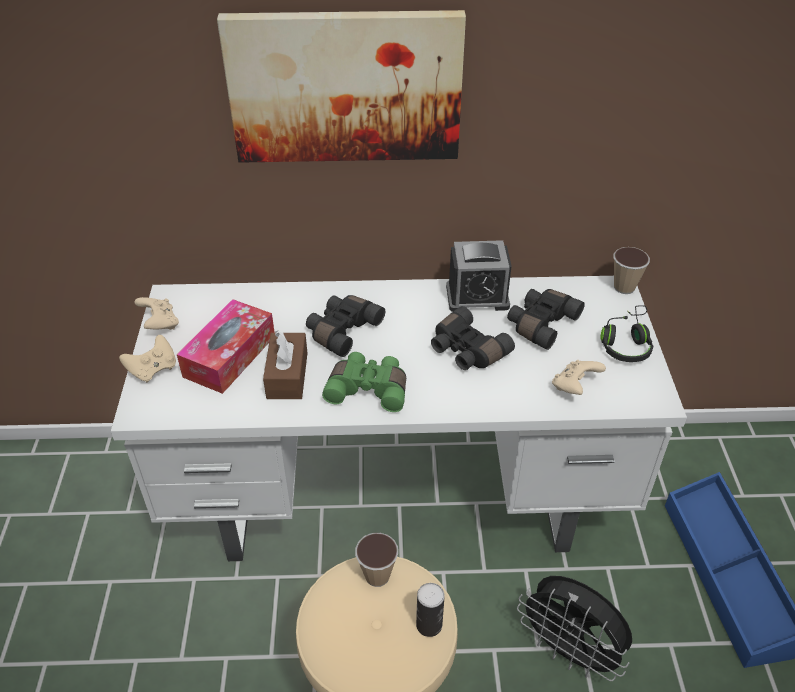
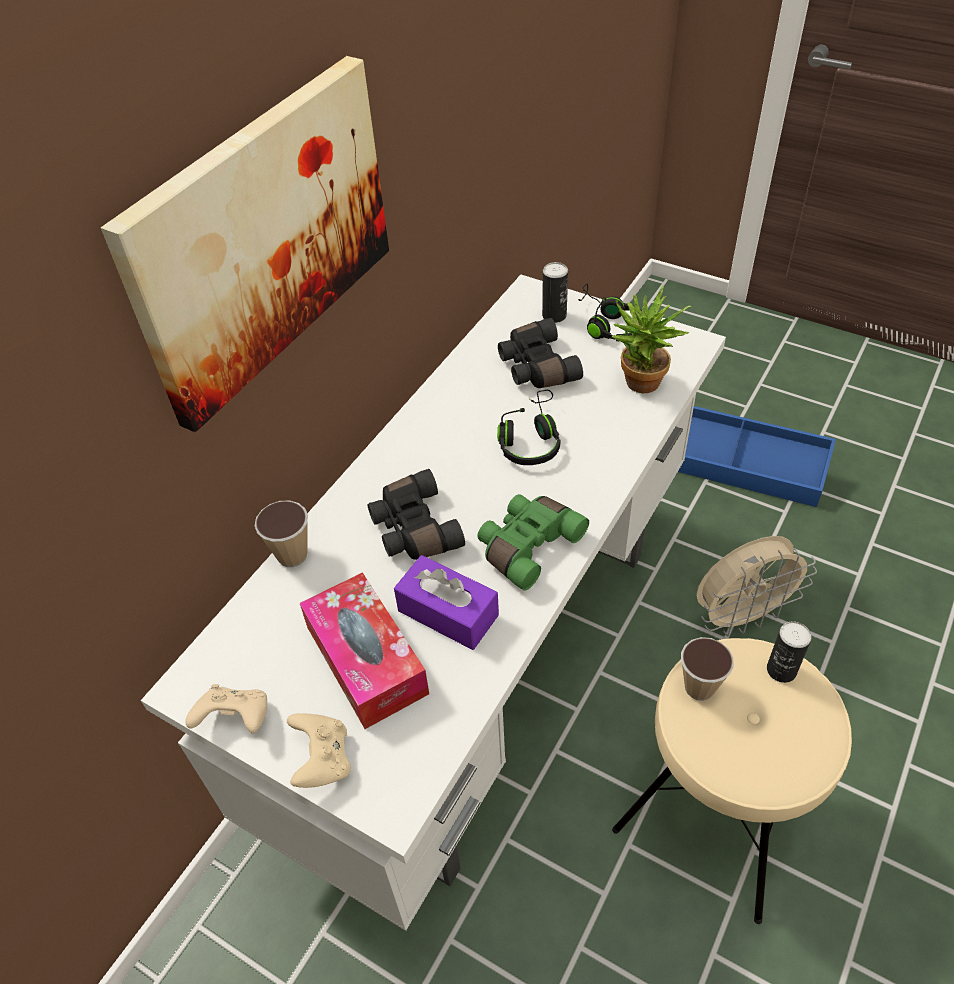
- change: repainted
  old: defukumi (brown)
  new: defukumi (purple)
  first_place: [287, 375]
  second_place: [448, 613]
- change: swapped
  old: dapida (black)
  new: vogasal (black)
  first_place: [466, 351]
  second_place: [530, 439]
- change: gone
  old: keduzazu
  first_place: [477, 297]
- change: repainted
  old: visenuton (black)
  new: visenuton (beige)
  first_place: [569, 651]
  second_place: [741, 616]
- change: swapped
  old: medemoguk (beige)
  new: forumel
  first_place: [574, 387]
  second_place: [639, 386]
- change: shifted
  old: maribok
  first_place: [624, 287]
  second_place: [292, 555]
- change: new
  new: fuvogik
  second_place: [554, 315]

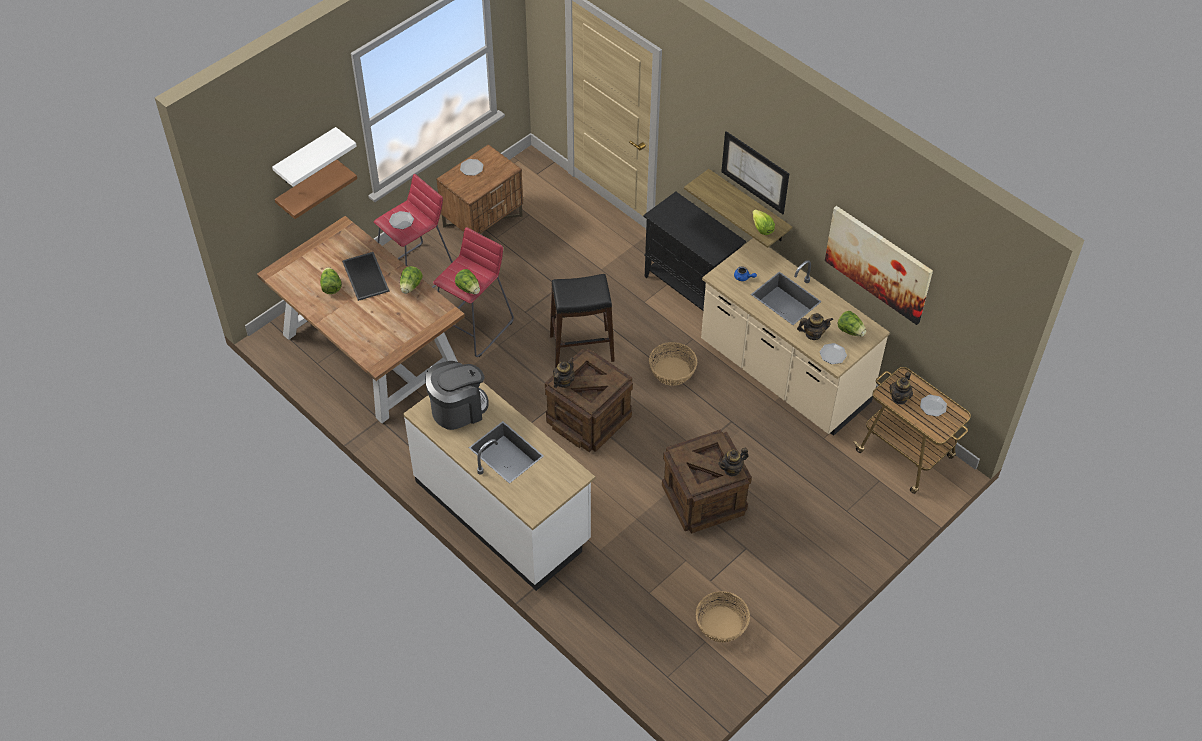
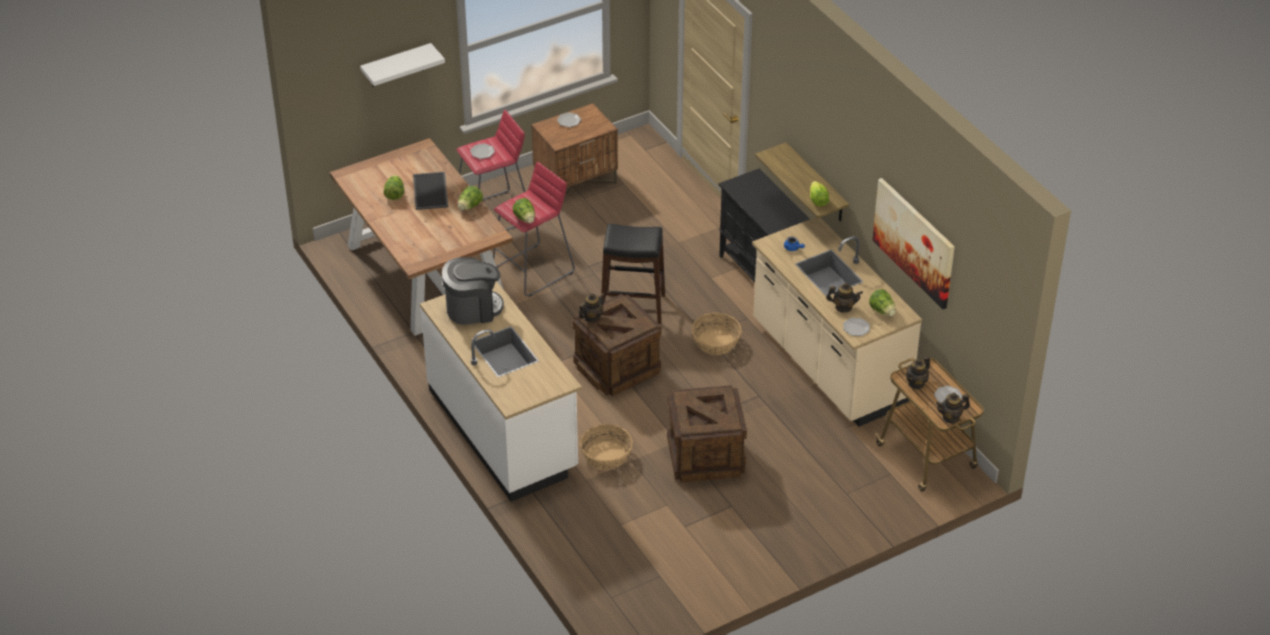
- change: gone
  old: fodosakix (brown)
  first_place: [308, 189]
- change: shifted
  old: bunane
  first_place: [721, 624]
  second_place: [606, 456]
- change: shifted
  old: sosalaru
  first_place: [732, 469]
  second_place: [951, 417]
- change: gone
  old: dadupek
  first_place: [755, 172]

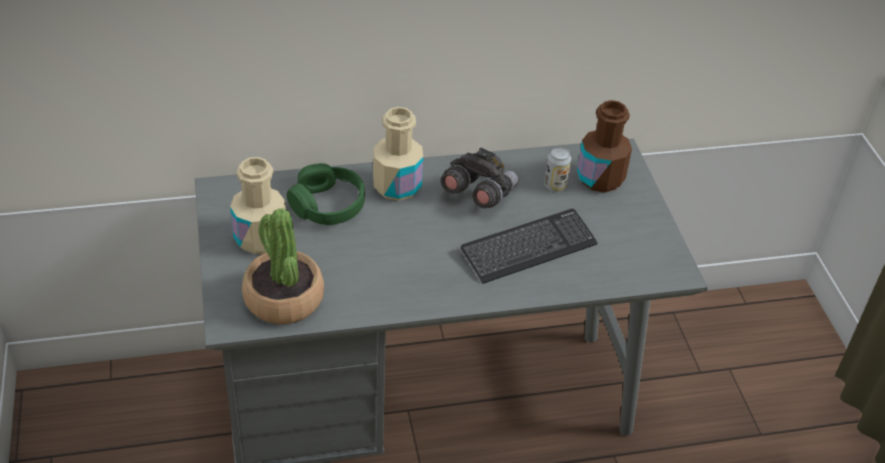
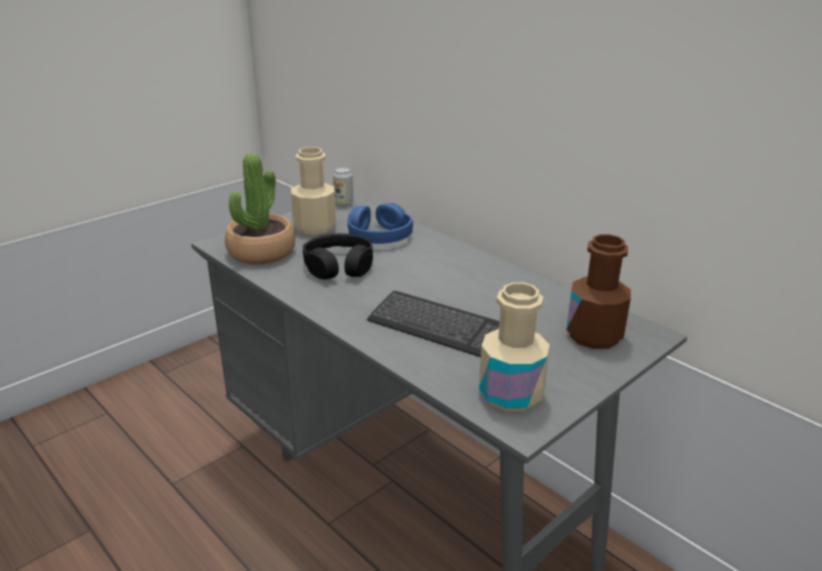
- change: repainted
  old: vogasal (green)
  new: vogasal (blue)
  first_place: [327, 205]
  second_place: [379, 236]
- change: shifted
  old: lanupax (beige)
  first_place: [397, 186]
  second_place: [511, 394]
- change: gone
  old: dapida (grey)
  first_place: [478, 194]
- change: shifted
  old: fuvogik
  first_place: [555, 186]
  second_place: [343, 203]
- change: new
  new: vogasal (black)
  second_place: [339, 266]

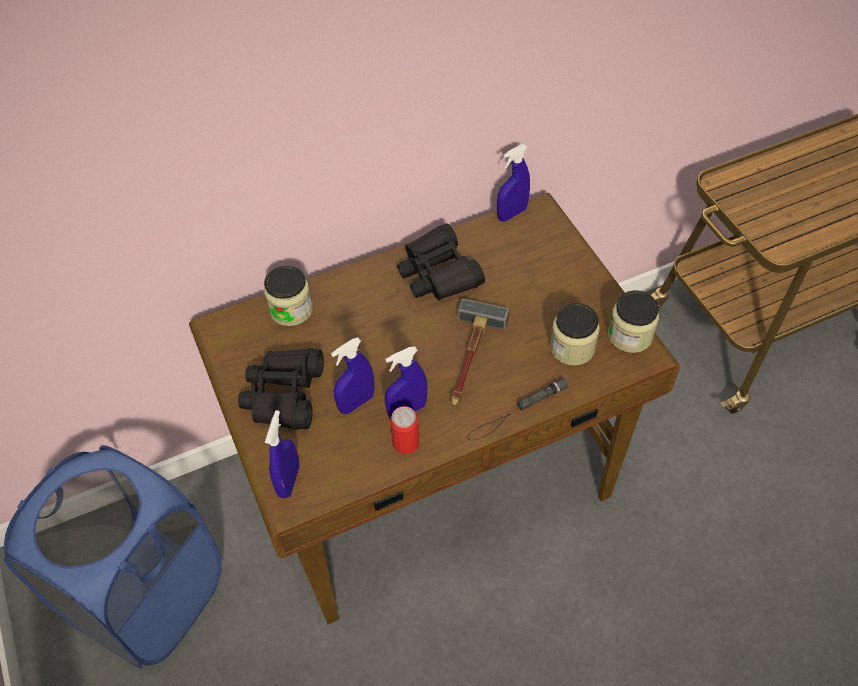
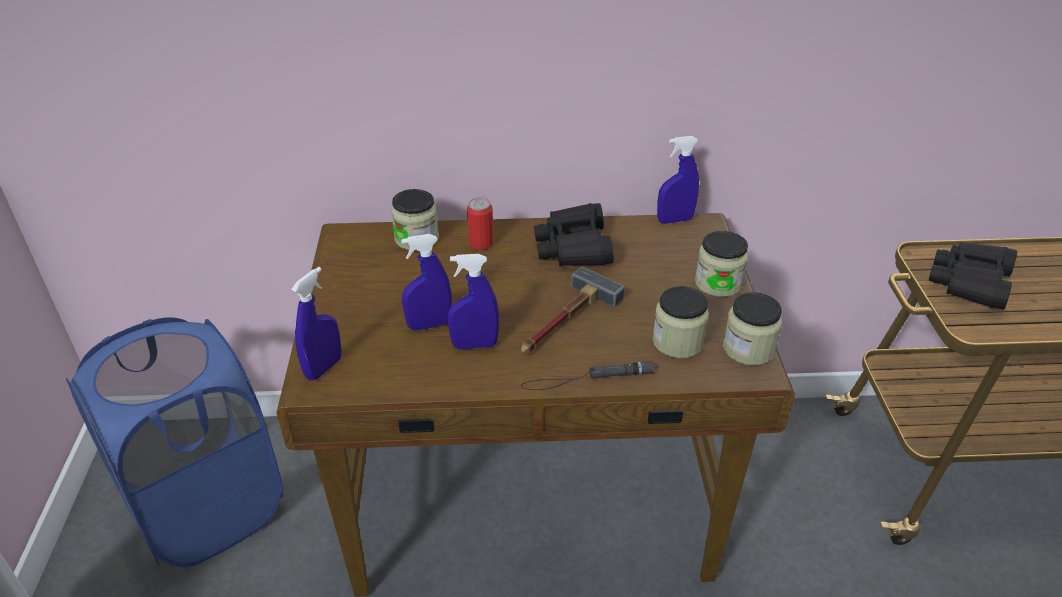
- change: shifted
  old: dapida (black)
  first_place: [284, 394]
  second_place: [970, 282]
- change: shifted
  old: fuvogik
  first_place: [406, 443]
  second_place: [481, 243]
- change: new
  new: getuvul
  second_place: [718, 283]

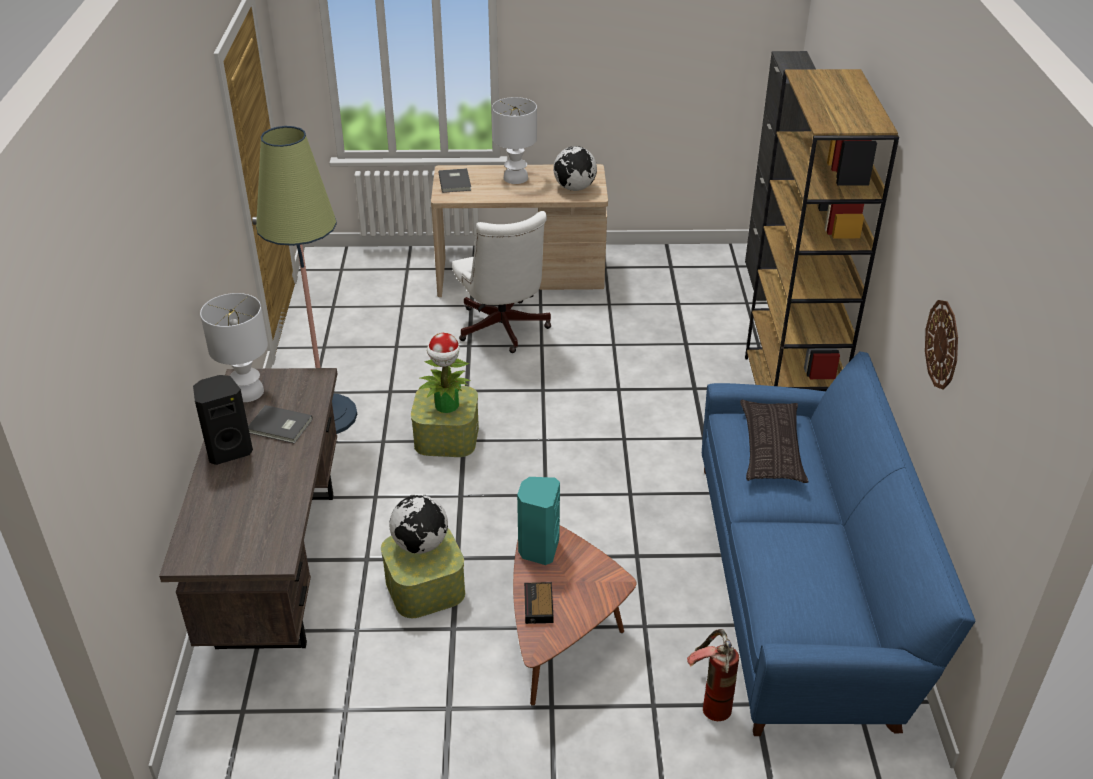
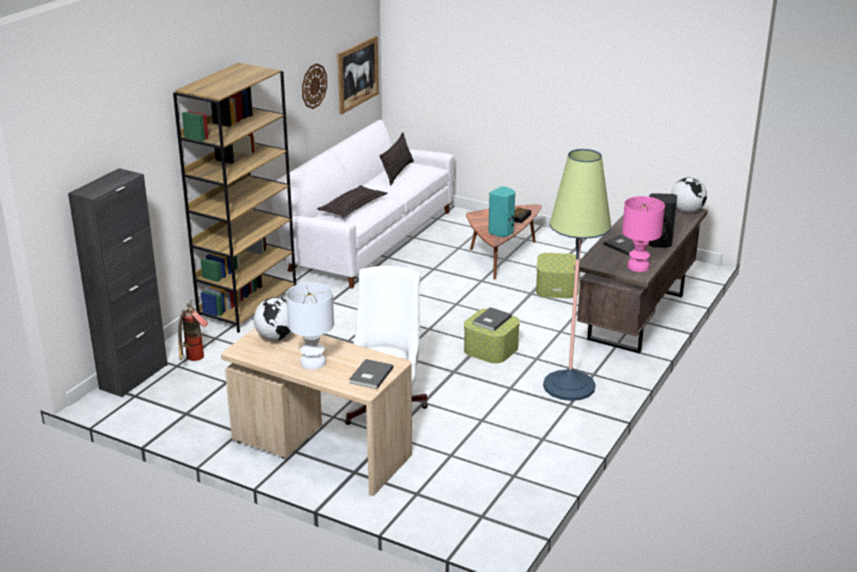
- change: repainted
  old: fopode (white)
  new: fopode (pink)
  first_place: [246, 392]
  second_place: [639, 267]
- change: shifted
  old: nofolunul
  first_place: [420, 545]
  second_place: [687, 211]
- change: swapped
  old: forumel
  new: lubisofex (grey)
  first_place: [447, 406]
  second_place: [491, 320]
- change: shifted
  old: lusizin
  first_place: [709, 701]
  second_place: [194, 360]
- change: repainted
  old: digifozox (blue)
  new: digifozox (white)
  first_place: [801, 586]
  second_place: [367, 239]
- change: new
  new: dadupek
  second_place: [357, 74]
- change: new
  new: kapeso
  second_place: [398, 172]

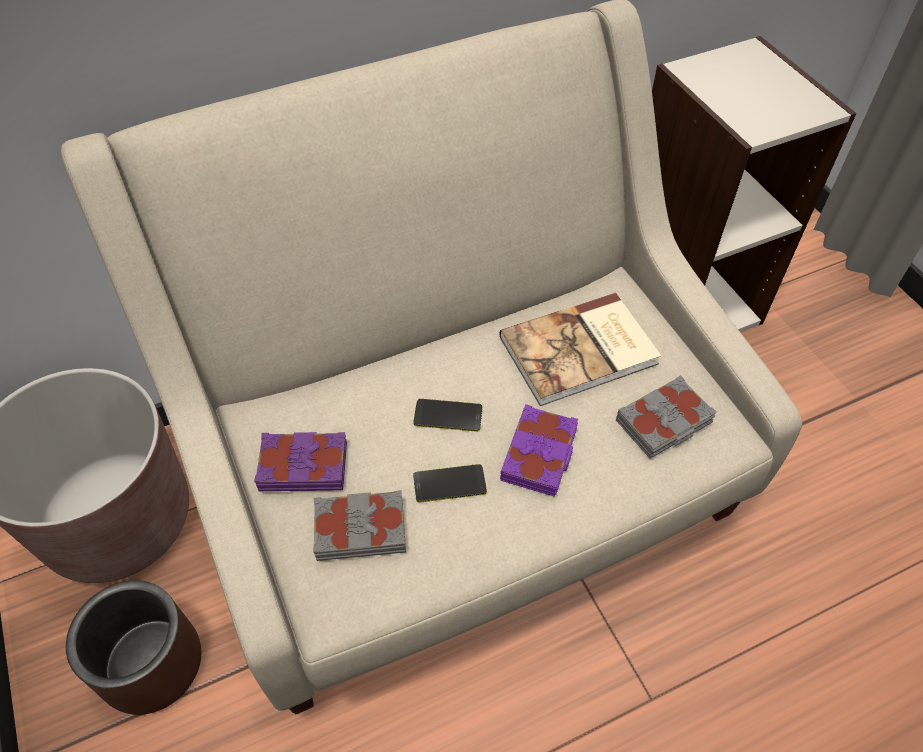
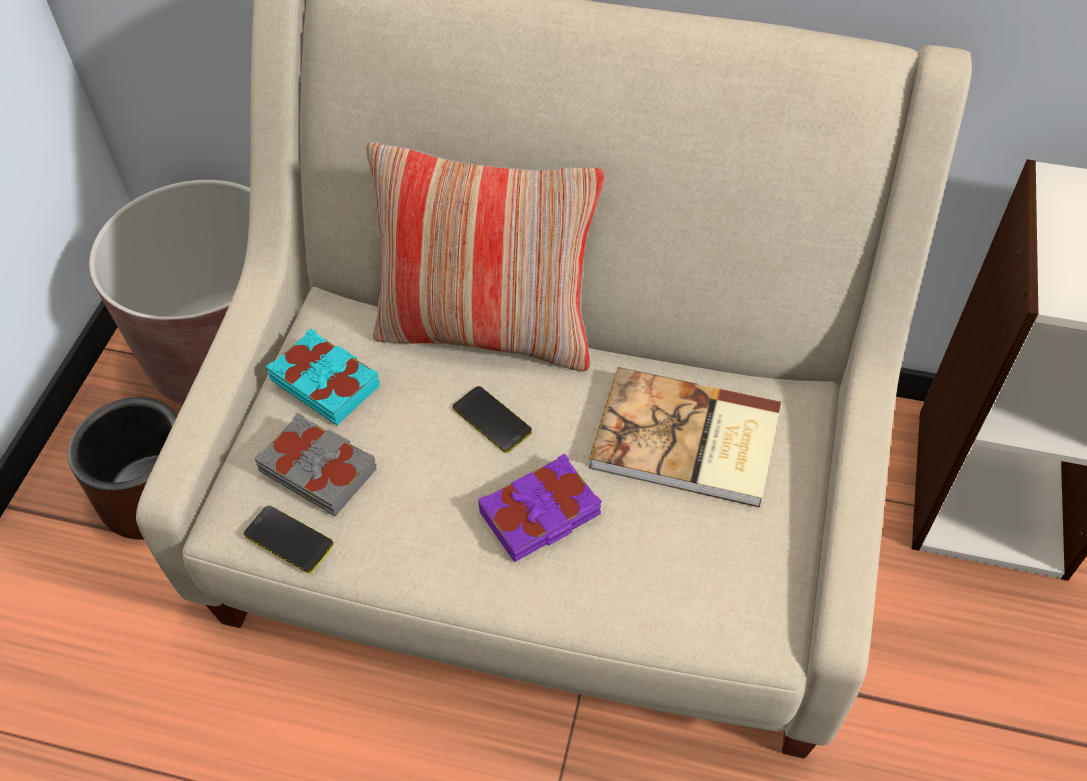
- change: repainted
  old: lubisofex (purple)
  new: lubisofex (turquoise)
  first_place: [303, 465]
  second_place: [326, 382]
- change: shifted
  old: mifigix
  first_place: [449, 484]
  second_place: [289, 539]
- change: gone
  old: lubisofex (grey)
  first_place: [664, 422]
- change: new
  new: kapeso
  second_place: [487, 331]

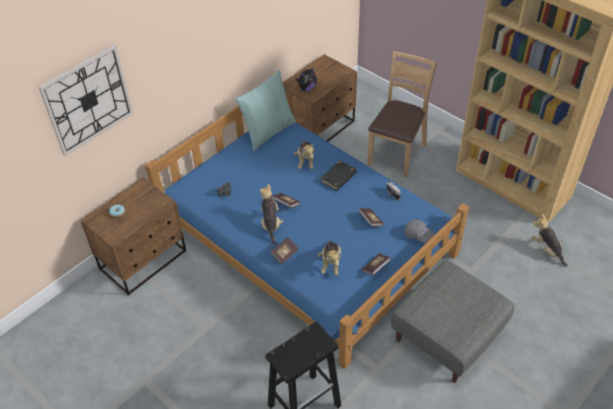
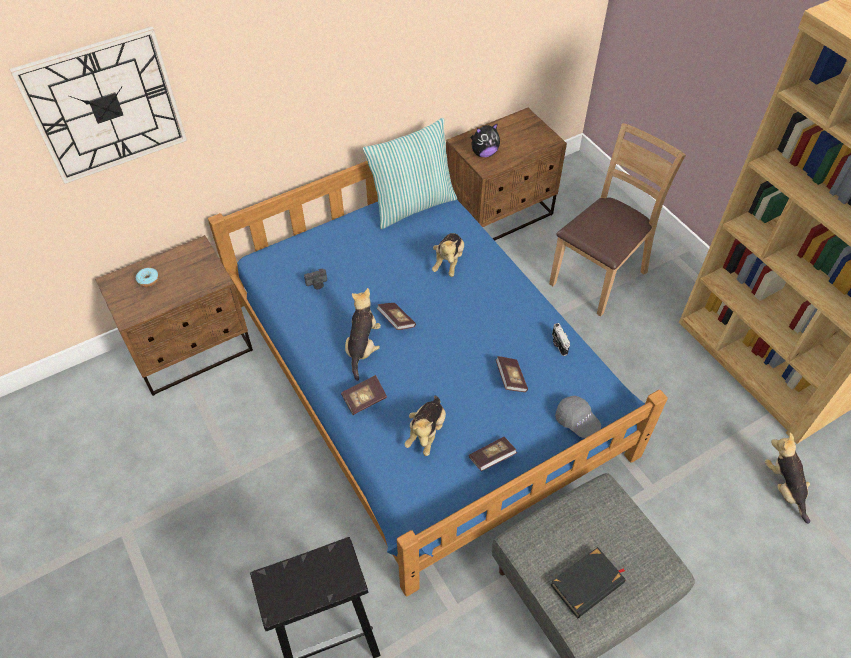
- change: shifted
  old: lubisofex (black)
  first_place: [338, 177]
  second_place: [587, 584]

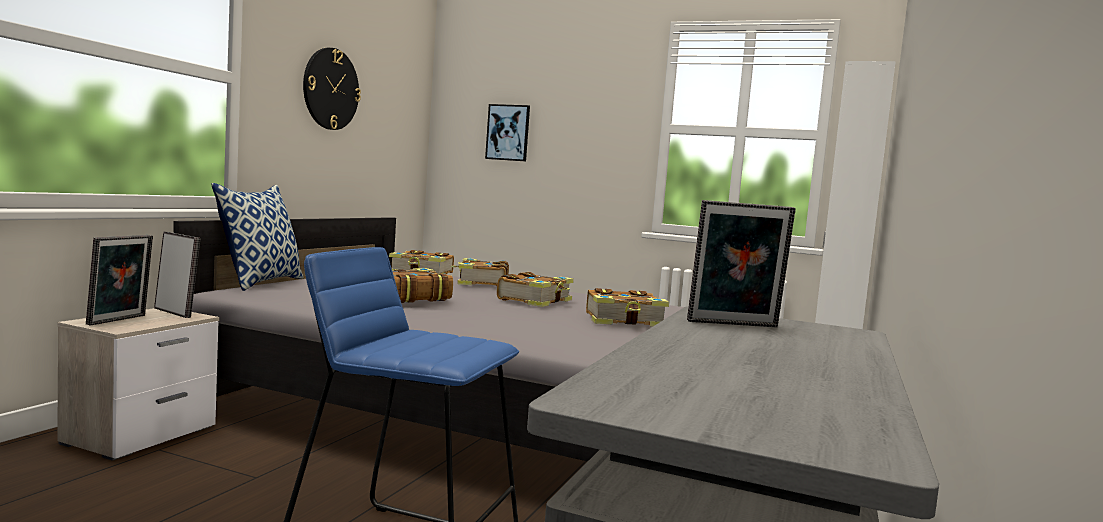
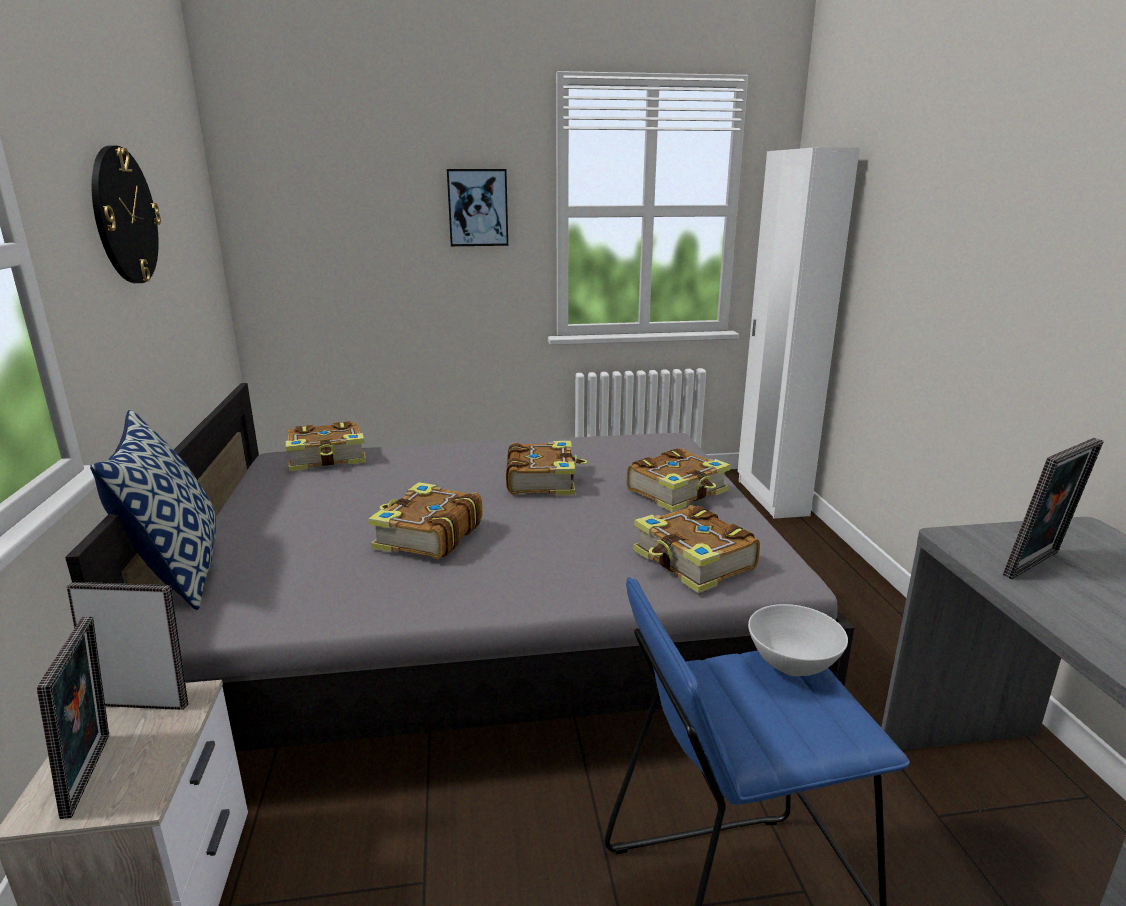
- change: shifted
  old: lubisofex
  first_place: [481, 283]
  second_place: [693, 562]
- change: shifted
  old: dadupek
  first_place: [508, 132]
  second_place: [478, 207]
- change: new
  new: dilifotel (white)
  second_place: [792, 666]

